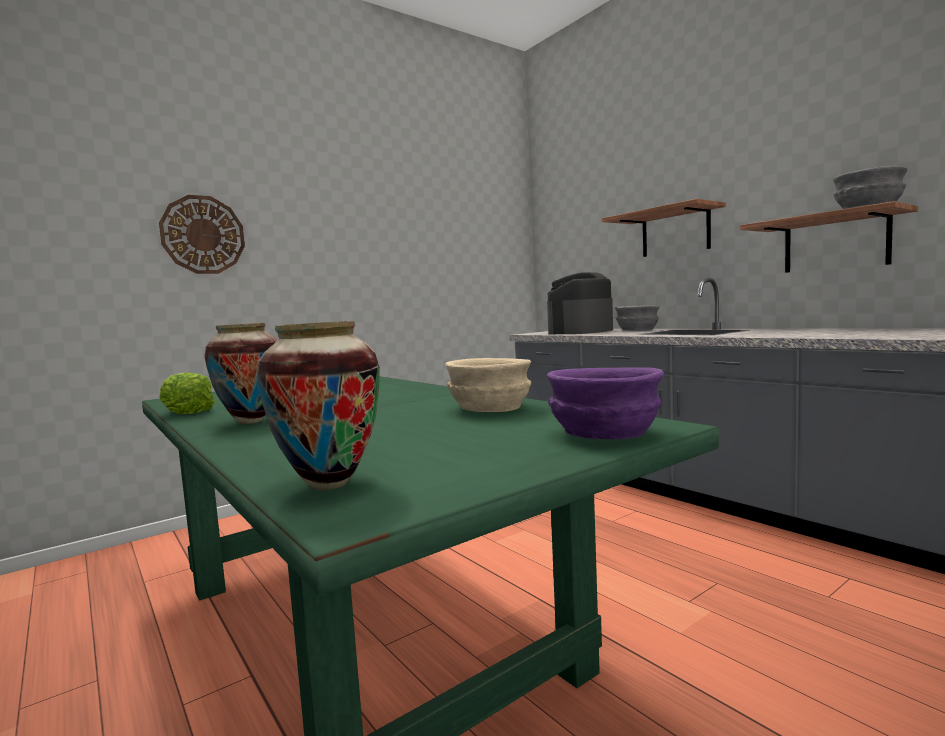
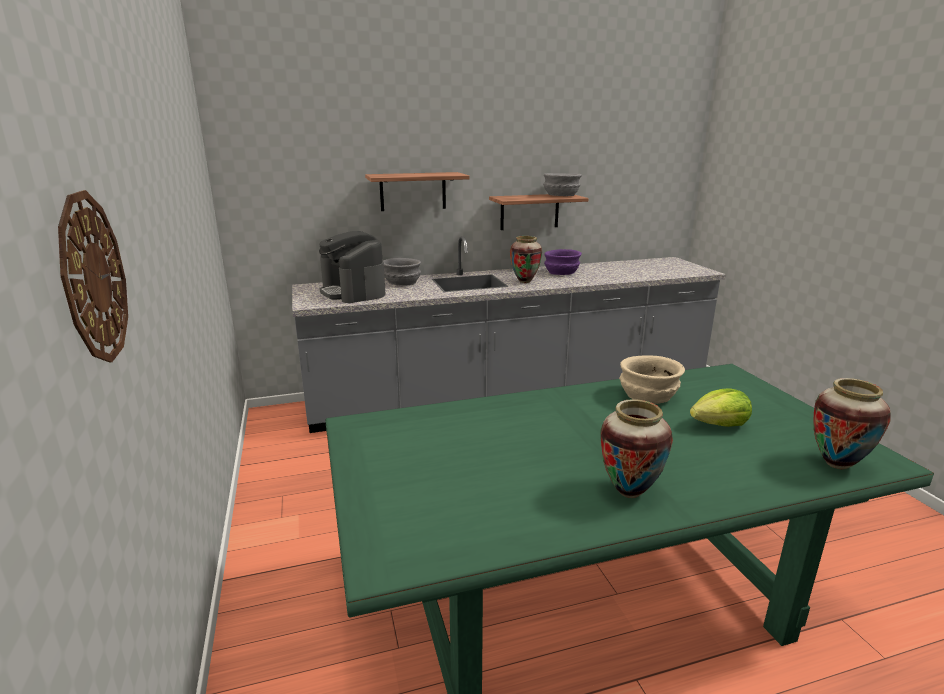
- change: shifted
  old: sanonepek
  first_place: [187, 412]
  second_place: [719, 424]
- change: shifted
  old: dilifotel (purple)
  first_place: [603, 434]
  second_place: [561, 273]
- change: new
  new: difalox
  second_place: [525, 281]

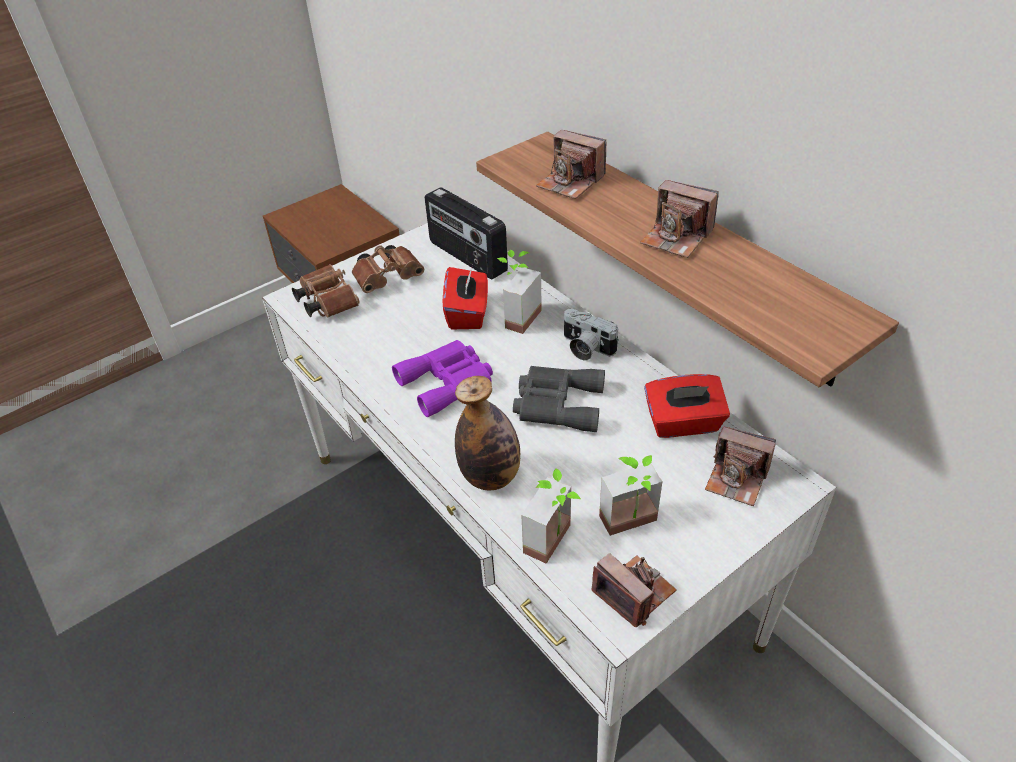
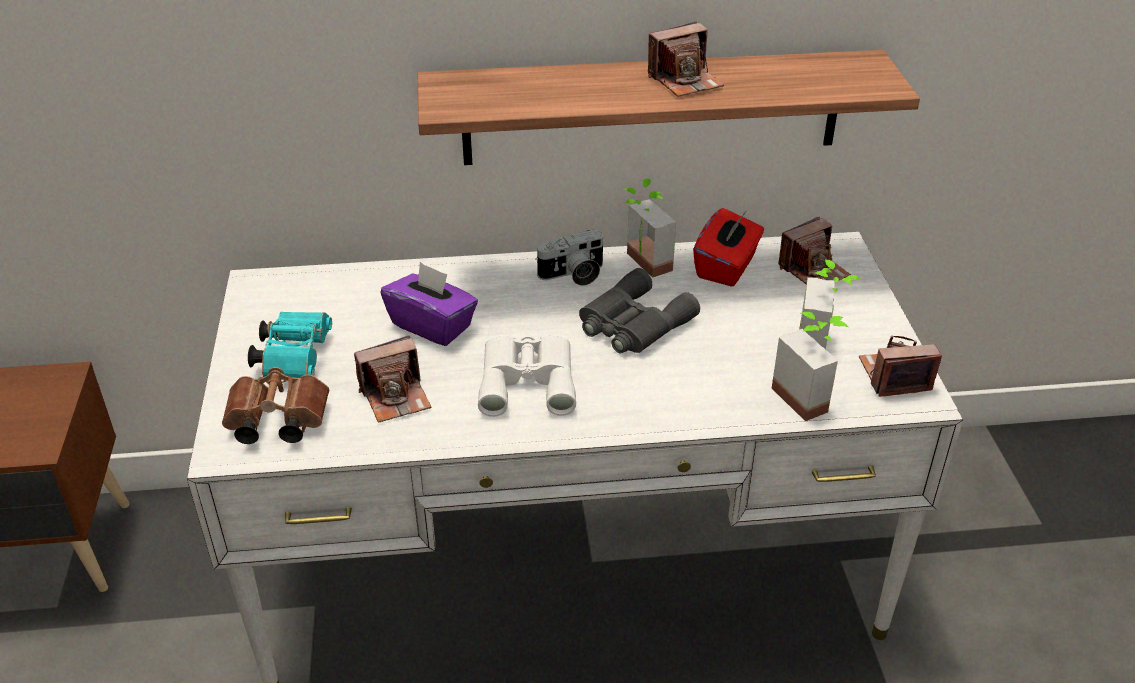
- change: repainted
  old: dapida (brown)
  new: dapida (turquoise)
  first_place: [389, 278]
  second_place: [295, 357]
- change: repainted
  old: dapida (purple)
  new: dapida (white)
  first_place: [448, 381]
  second_place: [528, 379]
- change: gone
  old: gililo
  first_place: [467, 257]
- change: repainted
  old: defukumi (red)
  new: defukumi (purple)
  first_place: [467, 313]
  second_place: [432, 325]
- change: gone
  old: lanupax
  first_place: [490, 476]
- change: shifted
  old: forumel
  first_place: [515, 317]
  second_place: [640, 264]
- change: shifted
  old: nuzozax
  first_place: [570, 182]
  second_place: [396, 397]

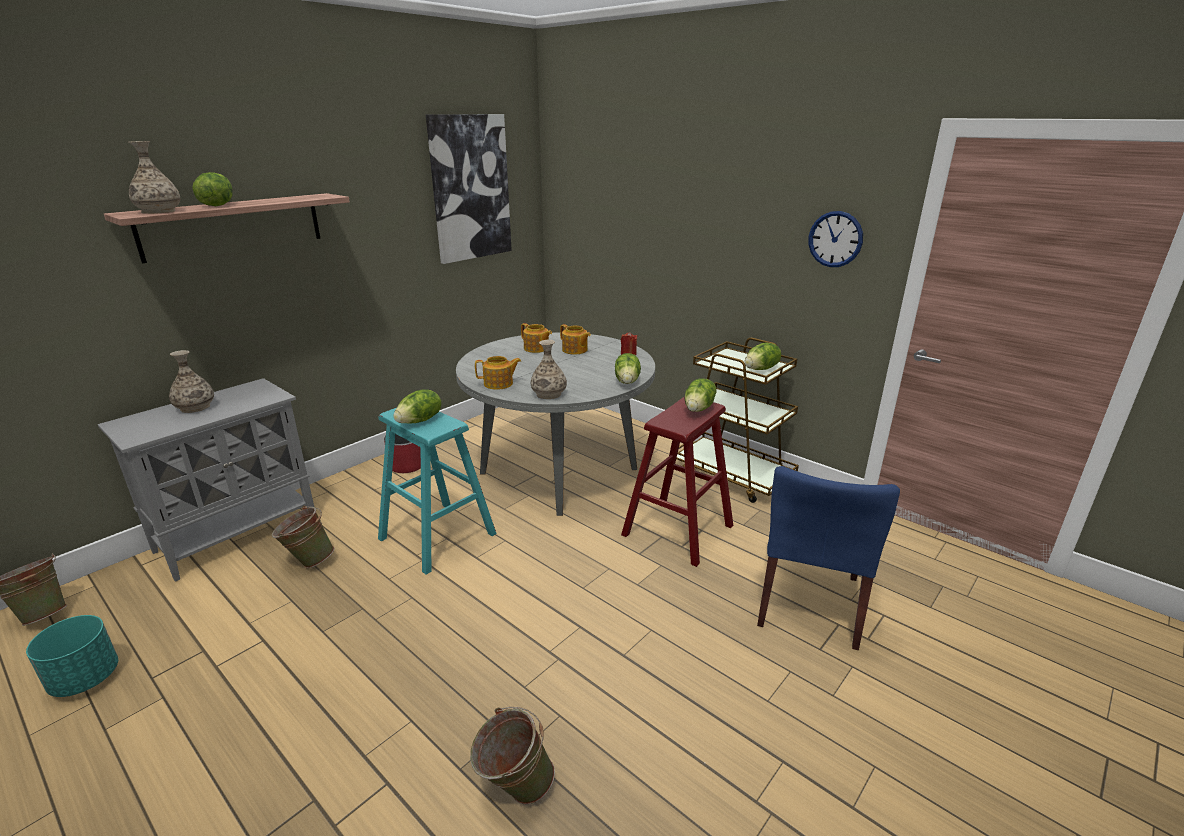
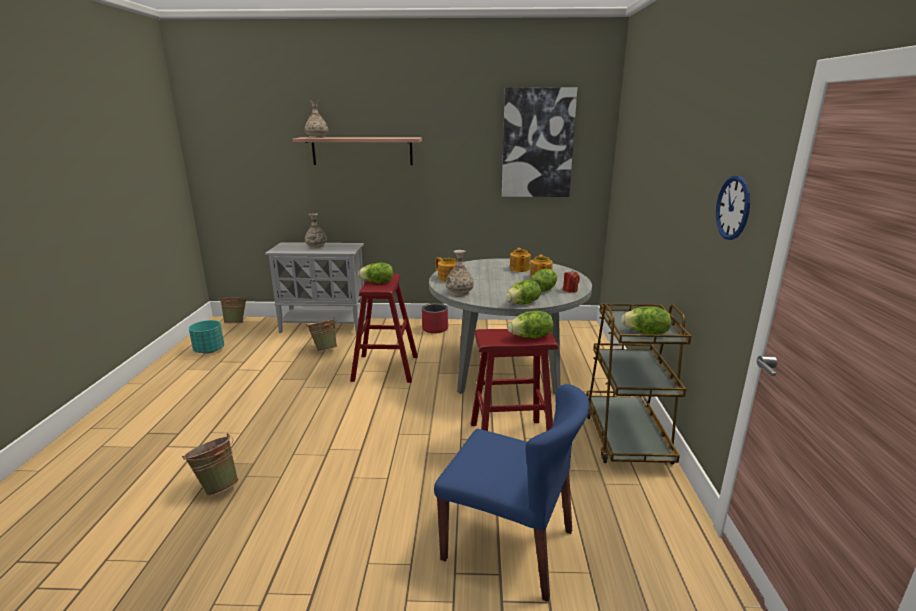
- change: shifted
  old: sanonepek
  first_place: [217, 205]
  second_place: [543, 290]
- change: repainted
  old: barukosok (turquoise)
  new: barukosok (red)
  first_place: [437, 536]
  second_place: [385, 368]
- change: rotated
  old: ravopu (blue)
  first_place: [809, 601]
  second_place: [509, 545]
  degrees: -135

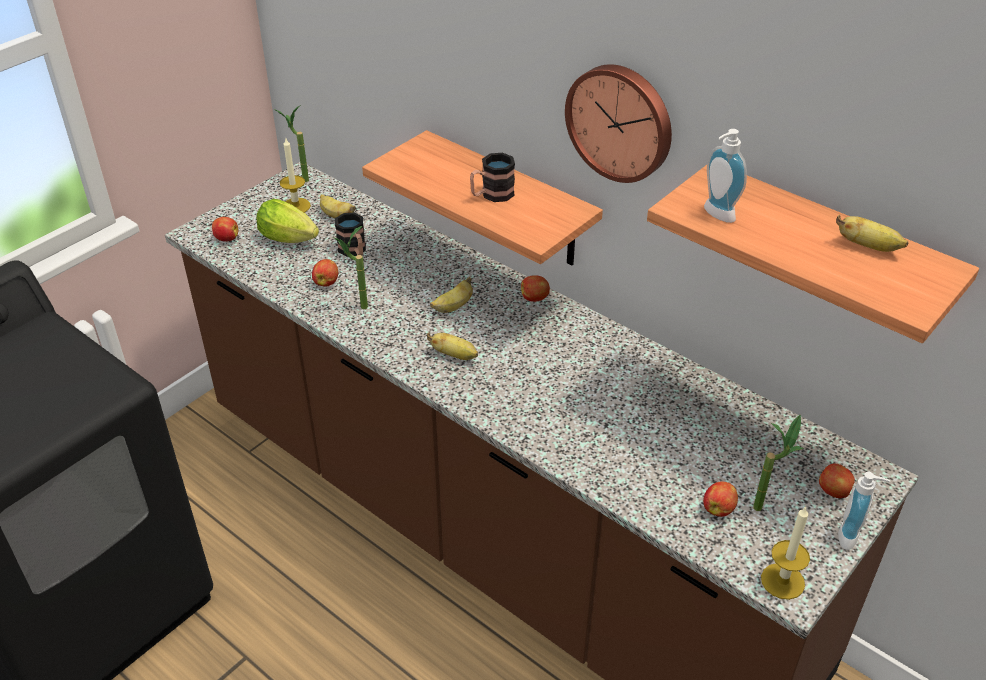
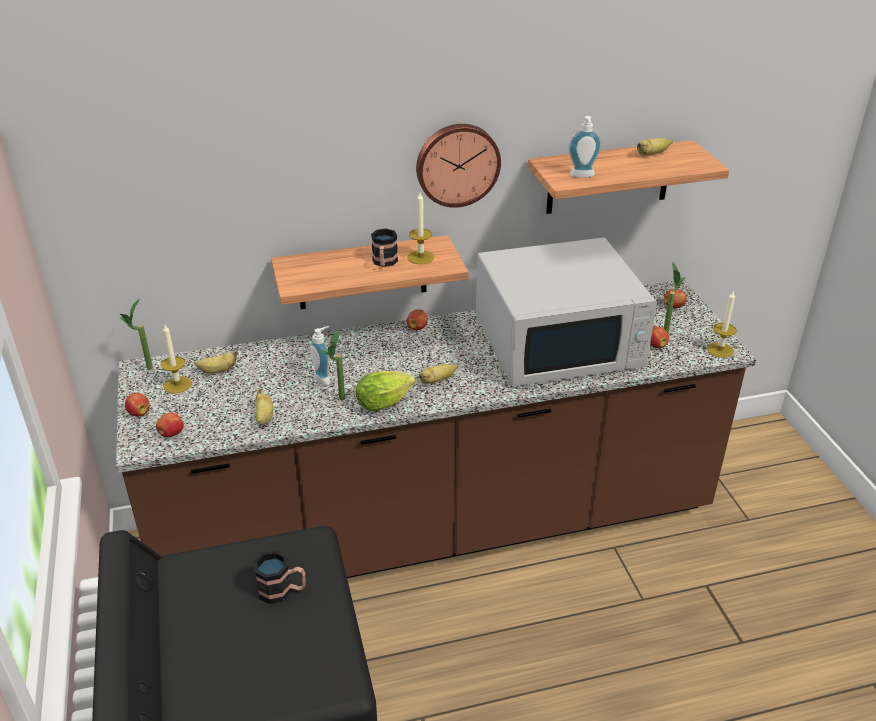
- change: shifted
  old: sanonepek
  first_place: [291, 240]
  second_place: [387, 402]
- change: shifted
  old: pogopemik
  first_place: [326, 282]
  second_place: [139, 413]
- change: shifted
  old: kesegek
  first_place: [354, 251]
  second_place: [282, 591]
- change: shifted
  old: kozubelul
  first_place: [453, 307]
  second_place: [264, 417]
- change: shifted
  old: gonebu
  first_place: [852, 537]
  second_place: [324, 378]
- change: new
  new: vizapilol
  second_place: [420, 257]
- change: new
  new: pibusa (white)
  second_place: [559, 342]

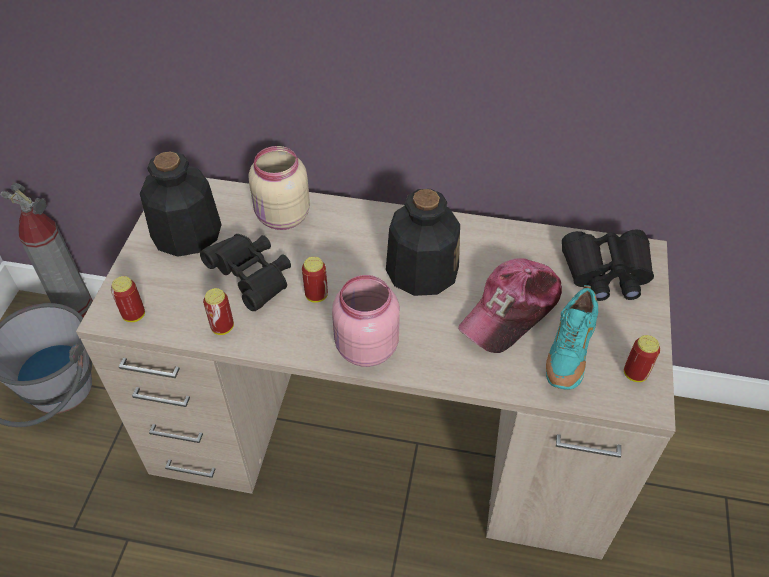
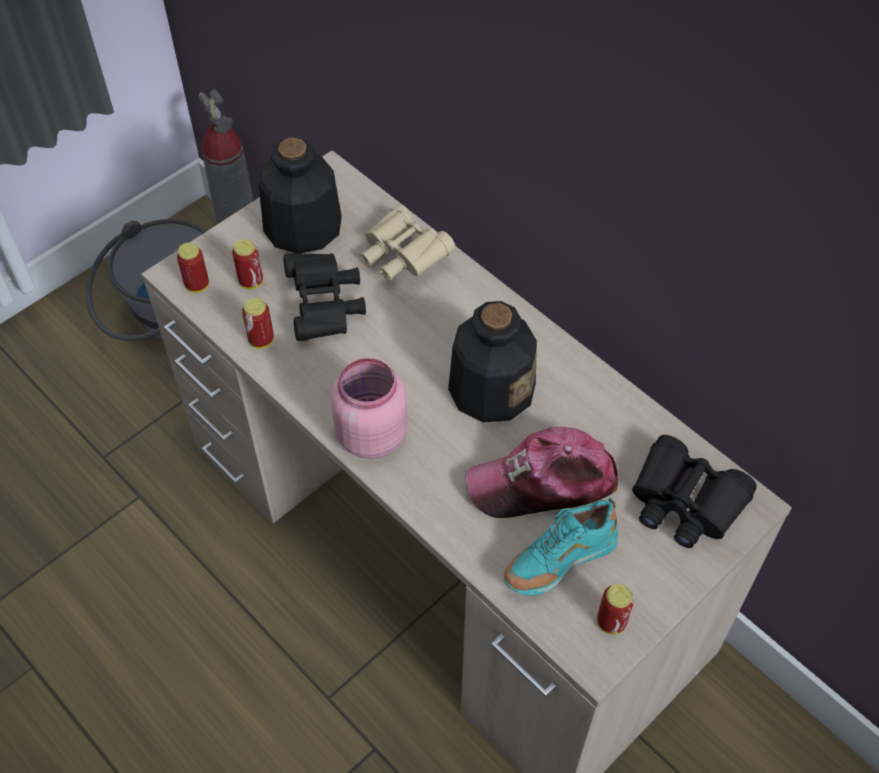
- change: swapped
  old: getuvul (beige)
  new: dapida (beige)
  first_place: [282, 217]
  second_place: [402, 257]
- change: shifted
  old: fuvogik
  first_place: [316, 295]
  second_place: [251, 282]

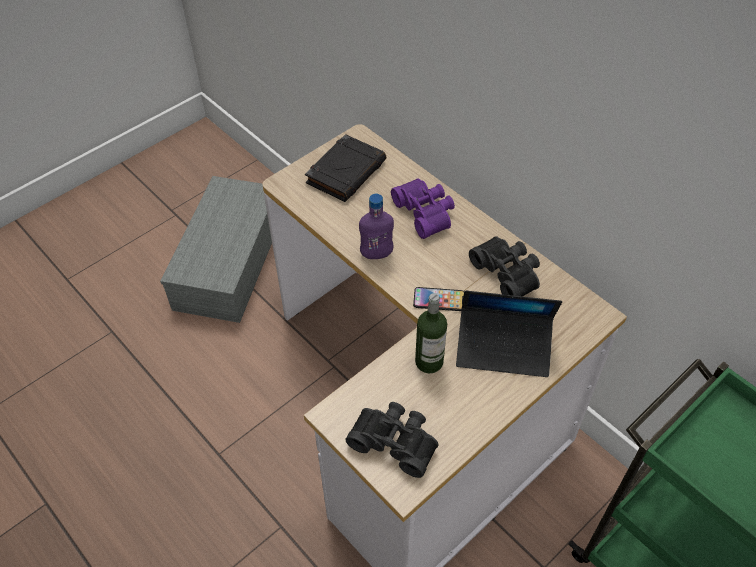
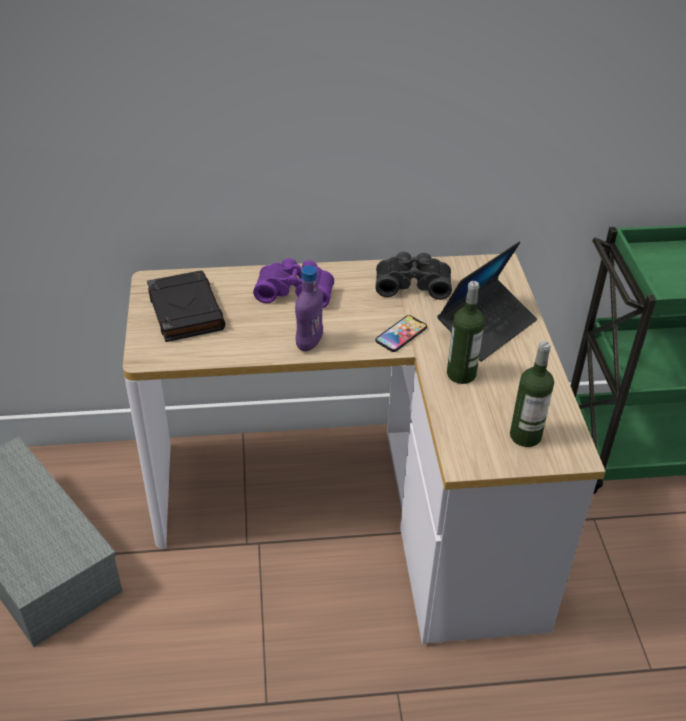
- change: swapped
  old: dapida (black)
  new: lanupax
  first_place: [395, 441]
  second_place: [525, 436]

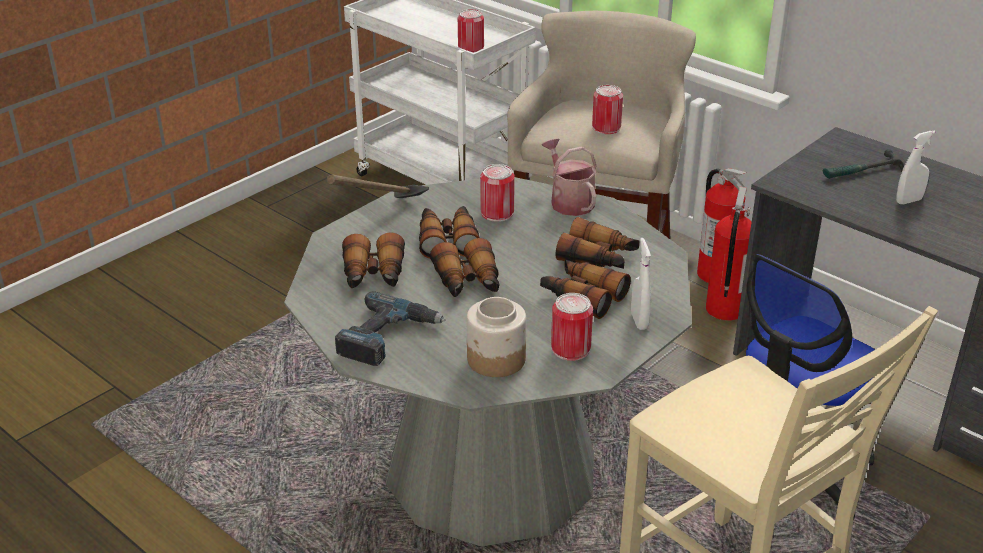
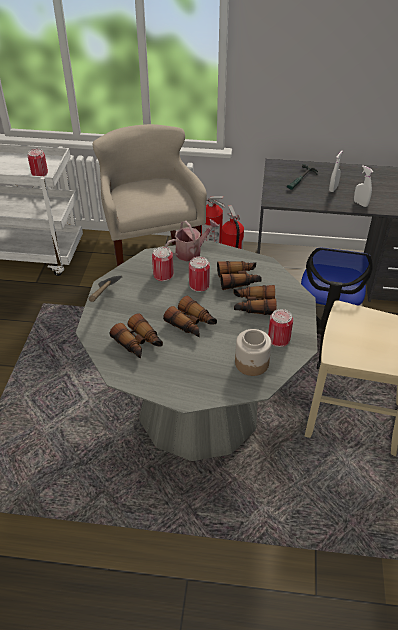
- change: gone
  old: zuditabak
  first_place: [388, 337]
- change: gone
  old: dapida
  first_place: [447, 239]
- change: rotated
  old: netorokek
  first_place: [569, 201]
  second_place: [191, 252]
  degrees: 120
- change: shifted
  old: fuvogik
  first_place: [606, 127]
  second_place: [199, 285]
- change: shifted
  old: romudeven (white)
  first_place: [639, 321]
  second_place: [360, 203]

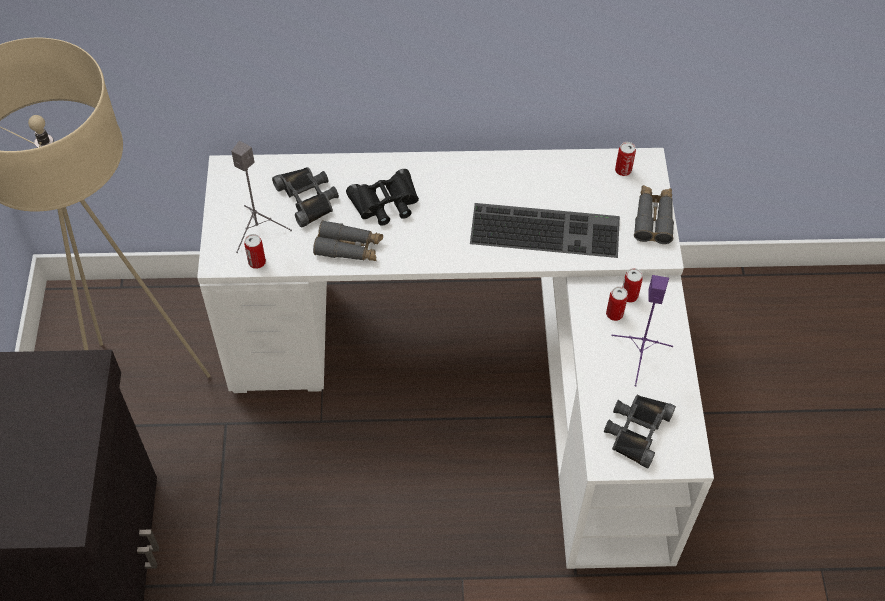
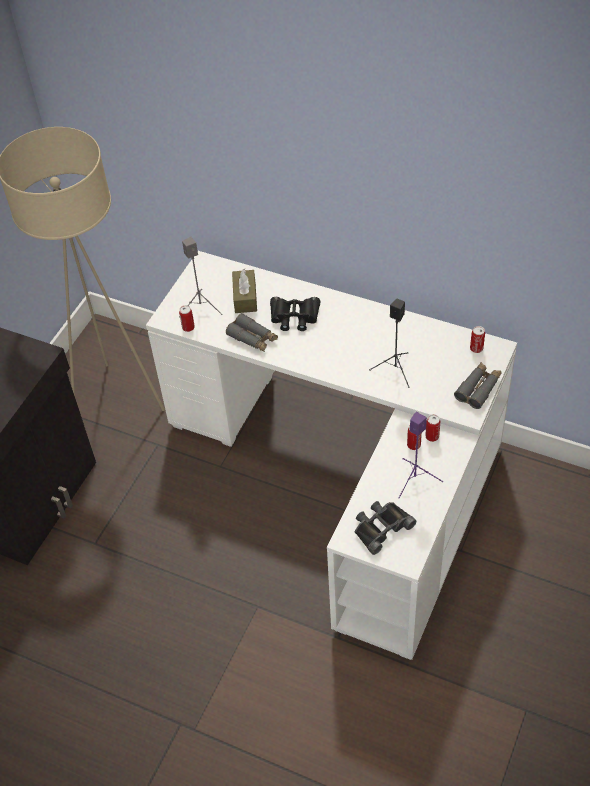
- change: swapped
  old: dapida (black)
  new: defukumi (brown)
  first_place: [308, 198]
  second_place: [245, 297]
- change: swapped
  old: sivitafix
  new: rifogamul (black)
  first_place: [546, 229]
  second_place: [395, 370]

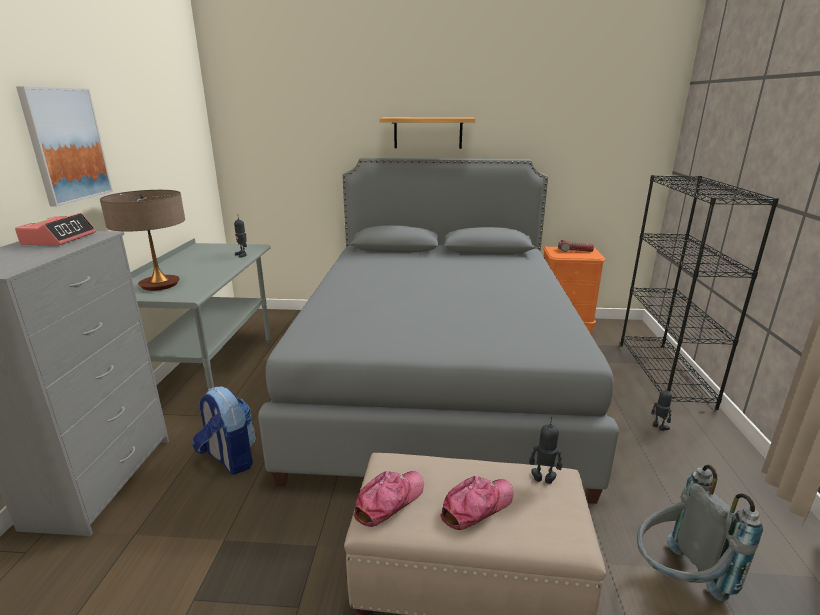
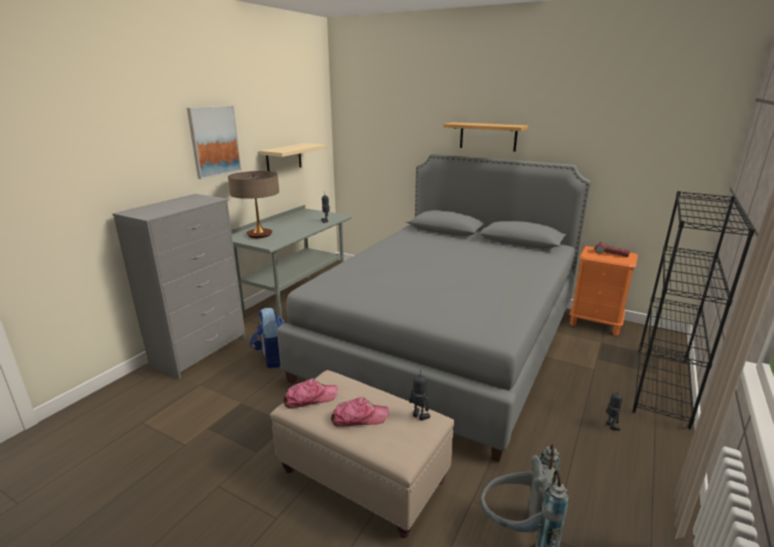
- change: gone
  old: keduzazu
  first_place: [59, 239]
- change: new
  new: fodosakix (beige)
  second_place: [284, 158]

